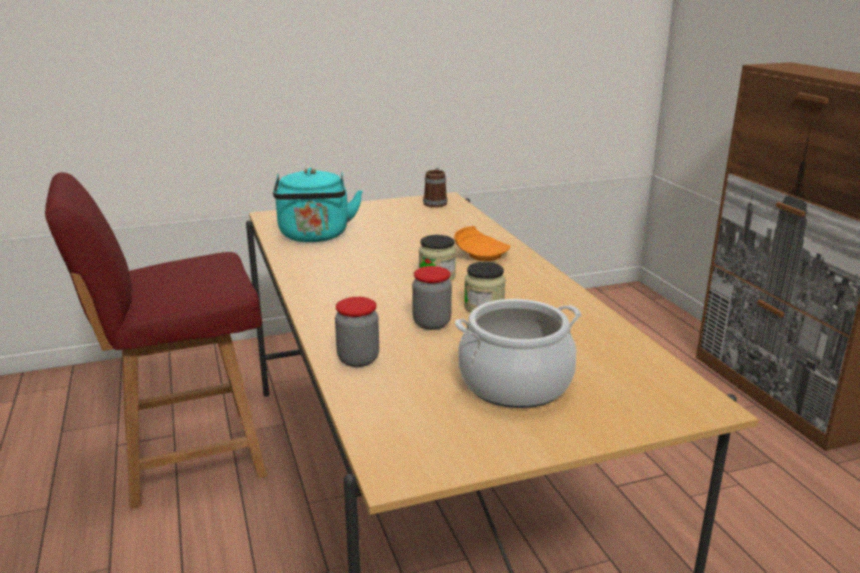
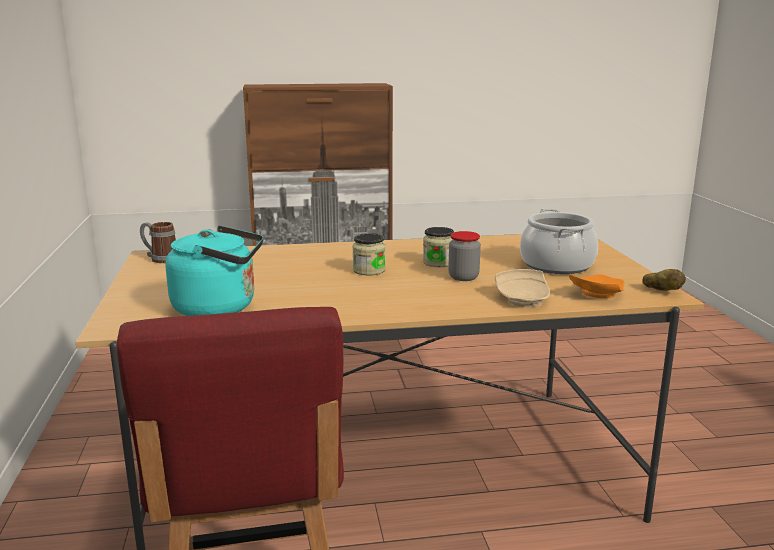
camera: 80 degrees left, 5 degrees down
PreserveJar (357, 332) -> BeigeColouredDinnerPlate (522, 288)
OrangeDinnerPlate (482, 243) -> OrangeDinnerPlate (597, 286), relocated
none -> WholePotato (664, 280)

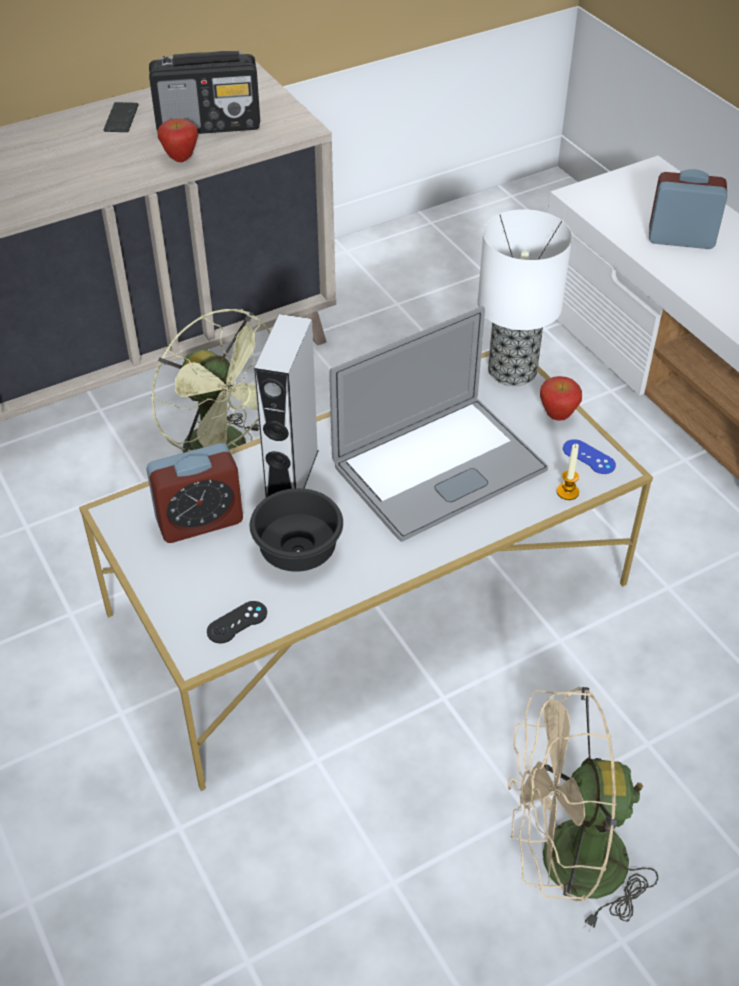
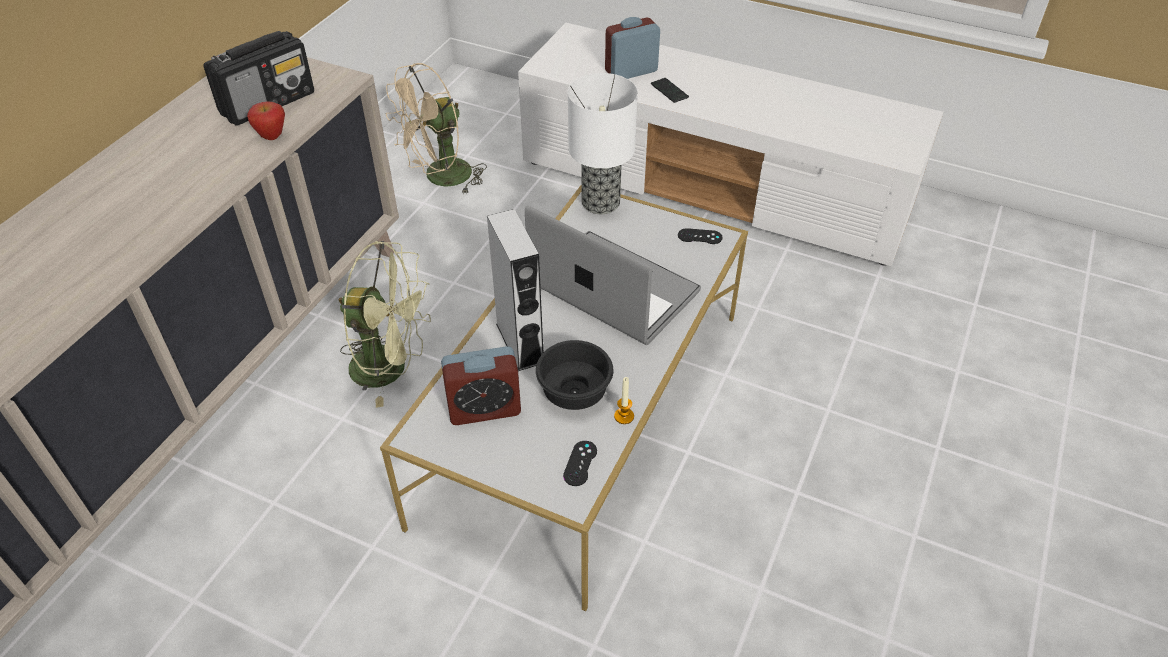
camera: 35 degrees left, 0 degrees up
BeigeColouredCoolingFan (583, 809) -> BeigeColouredCoolingFan (436, 129), relocated
BedsideClock (194, 493) -> BedsideClock (481, 385), 45 degrees clockwise
NotebookComputer (438, 424) -> NotebookComputer (613, 275), 75 degrees counterclockwise
WaxCandle (568, 472) -> WaxCandle (624, 400), relocated
Handset (121, 117) -> Handset (670, 90), relocated
BluishJoypad (589, 456) -> BlackJoypad (700, 236)
WholeApple (561, 398) -> none

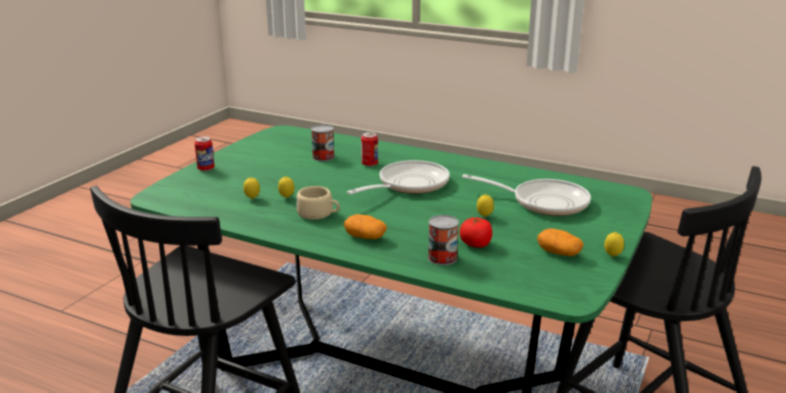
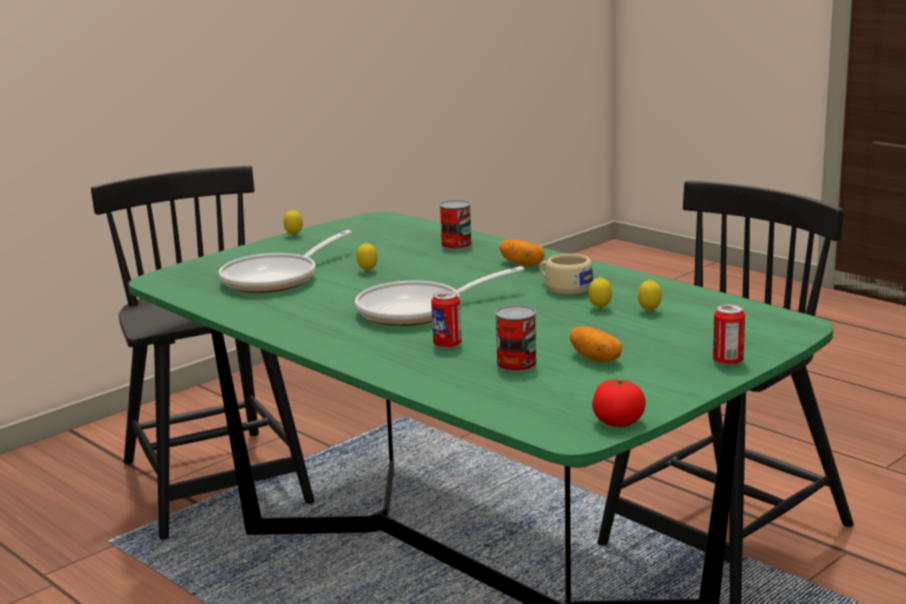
camera: 160 degrees left, 5 degrees down
Skillet (526, 195) -> Skillet (285, 261), 90 degrees counterclockwise
WholePotato (560, 242) -> WholePotato (596, 344), relocated
Tomato (476, 232) -> Tomato (619, 403), relocated

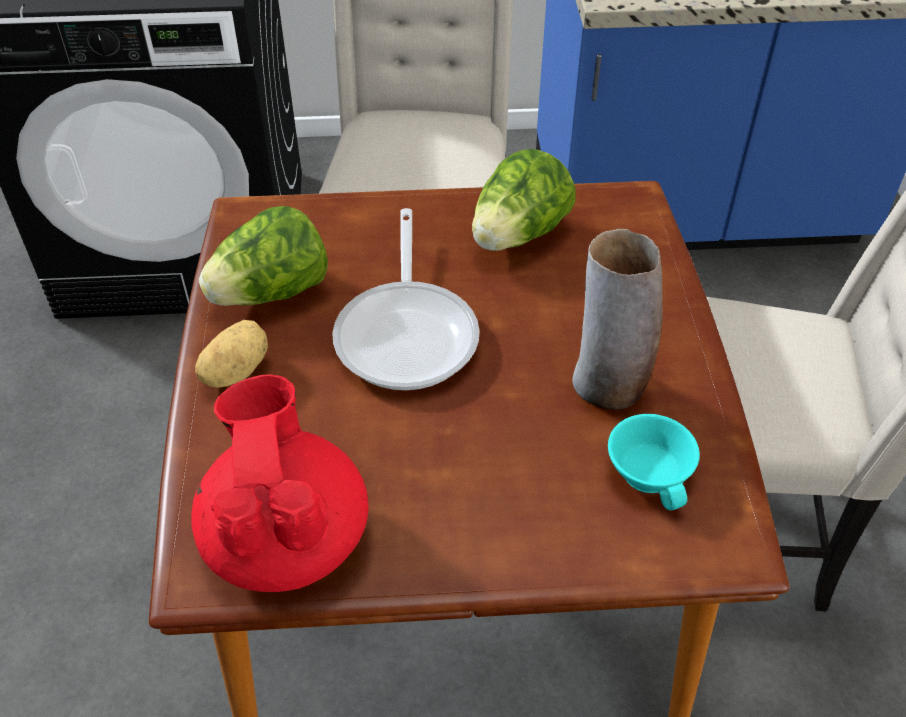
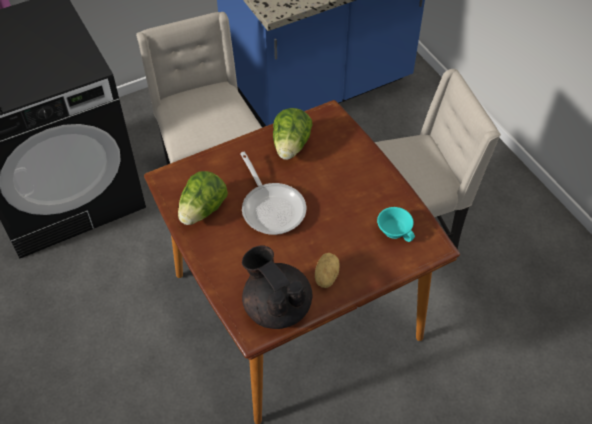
camera: 25 degrees left, 5 degrees up
RedColouredTeapot (280, 483) -> BlackTeapot (277, 287)
WholePotato (231, 354) -> WholePotato (327, 270), relocated
Vase (617, 319) -> none

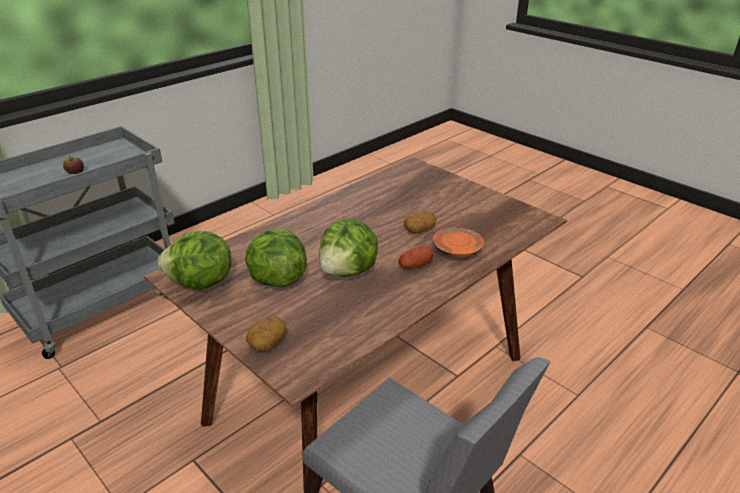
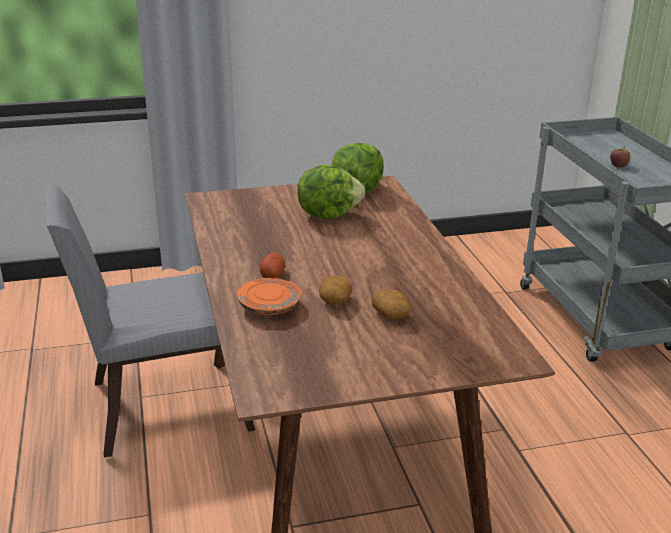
camera: 120 degrees right, 5 degrees down
WholePotato (266, 333) -> WholePotato (391, 304), relocated
Lettuce (348, 248) -> none

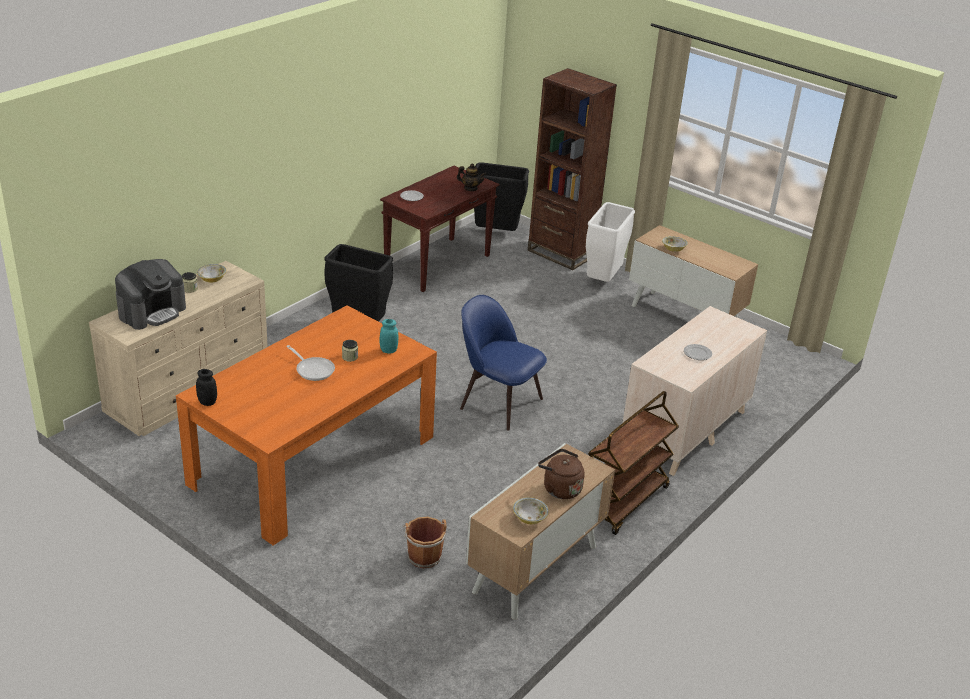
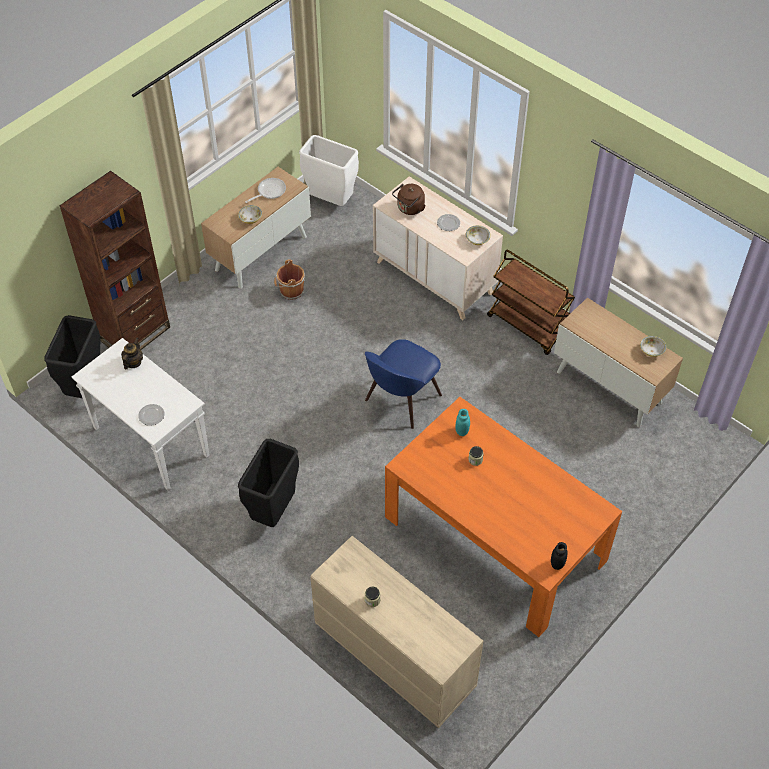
camera: 85 degrees left, 20 degrees up
BrownishConsoleTable (439, 229) -> WhitishConsoleTable (140, 414)
Skillet (310, 363) -> Skillet (265, 190), relocated
BrownishBucket (425, 543) -> BrownishBucket (289, 279), relocated
WhitishRubbishBin (610, 242) -> WhitishRubbishBin (329, 170), relocated
BrownishTeaKettle (561, 474) -> BrownishTeaKettle (409, 199), relocated
Bowl (212, 273) -> Bowl (478, 235), relocated
CoffeeMaker (150, 294) -> none

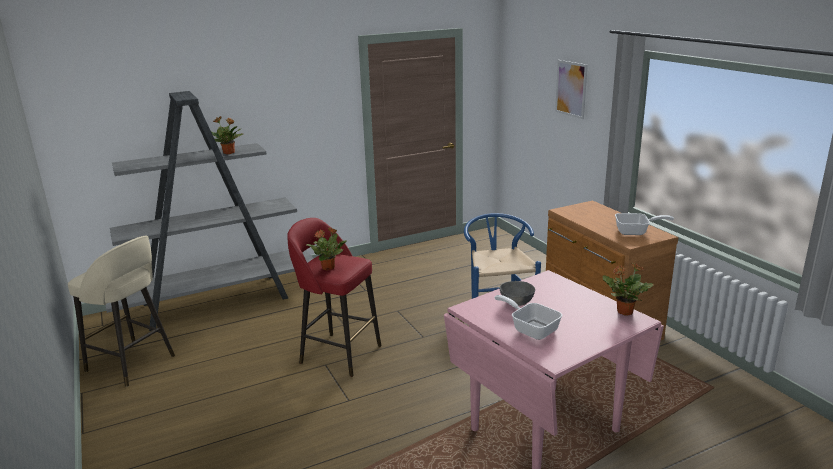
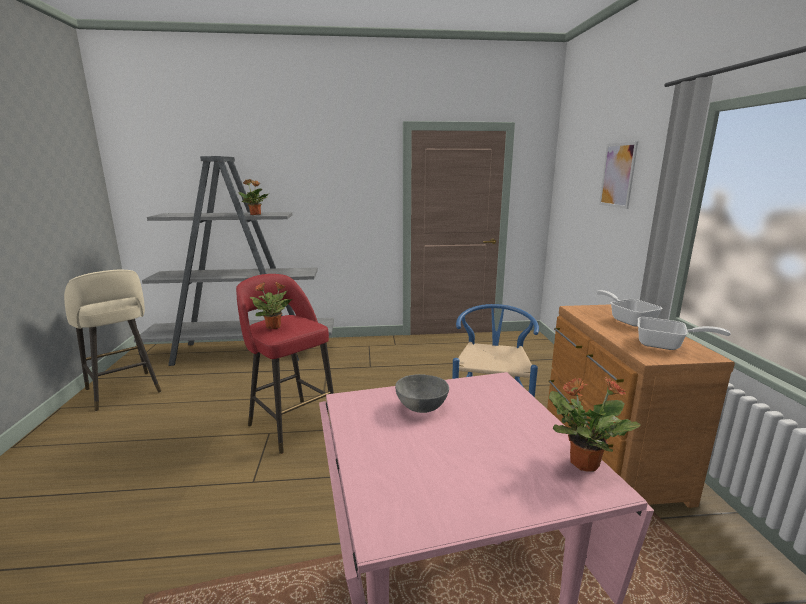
camera: 20 degrees right, 5 degrees down
Skillet (528, 317) -> Skillet (629, 308), relocated

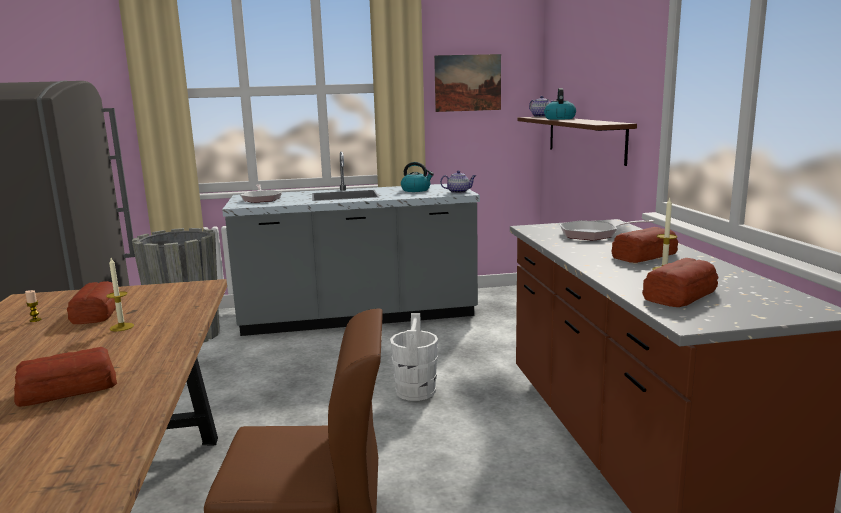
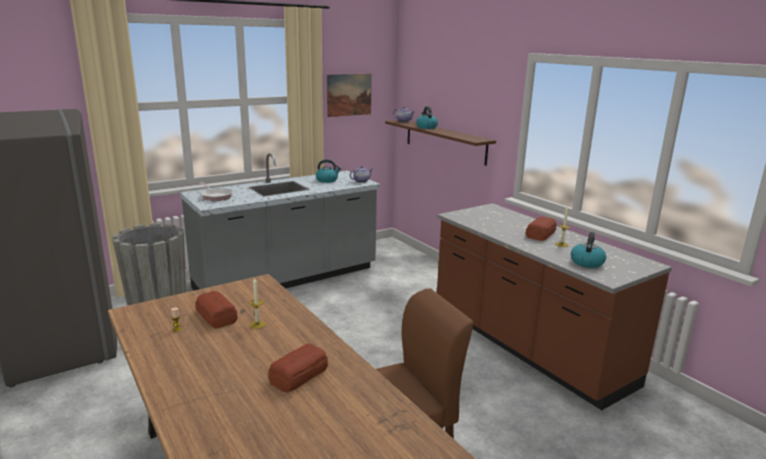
camera: 25 degrees left, 5 degrees up
BakeryBread (680, 282) -> TeaKettle (588, 250)
WhitishBucket (414, 357) -> none
Skillet (607, 230) -> none

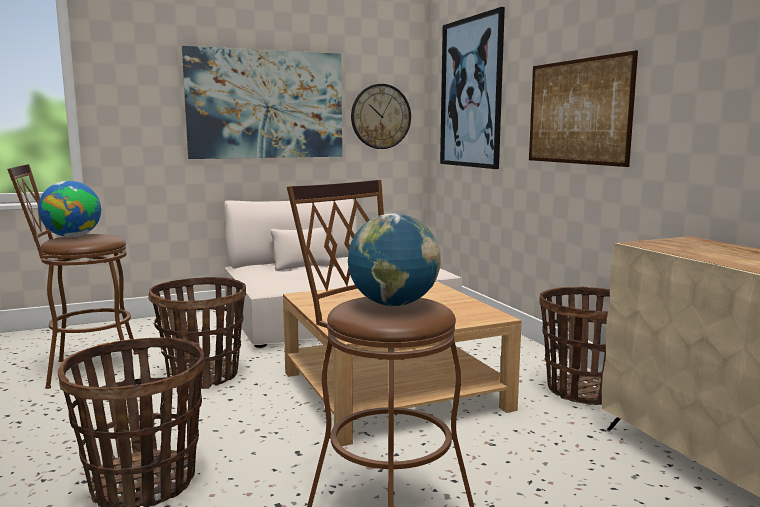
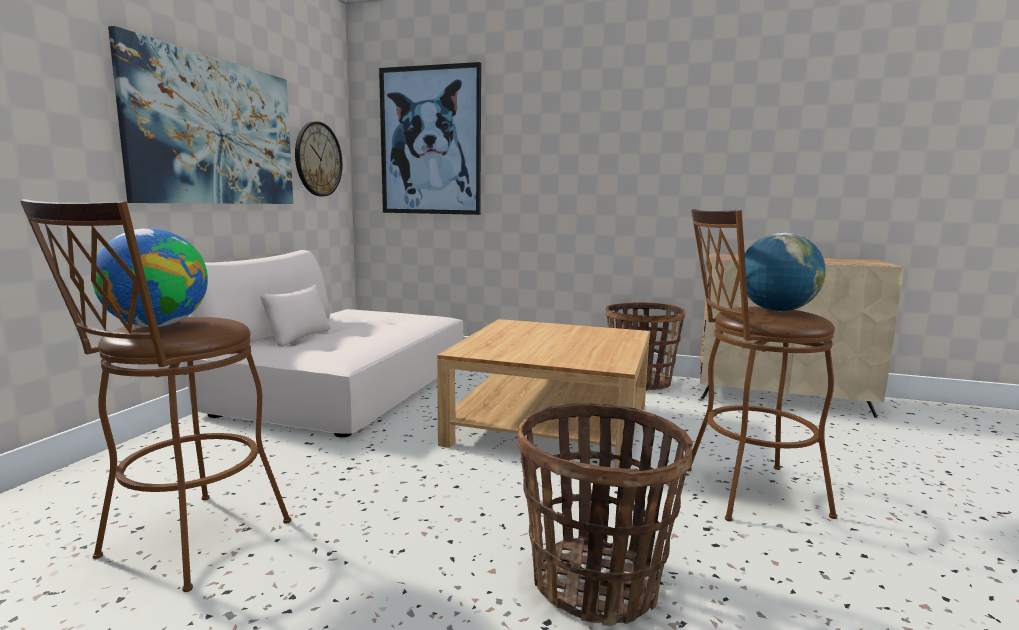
camera: 50 degrees left, 0 degrees up
Basket (197, 333) -> none
Picture (583, 108) -> none

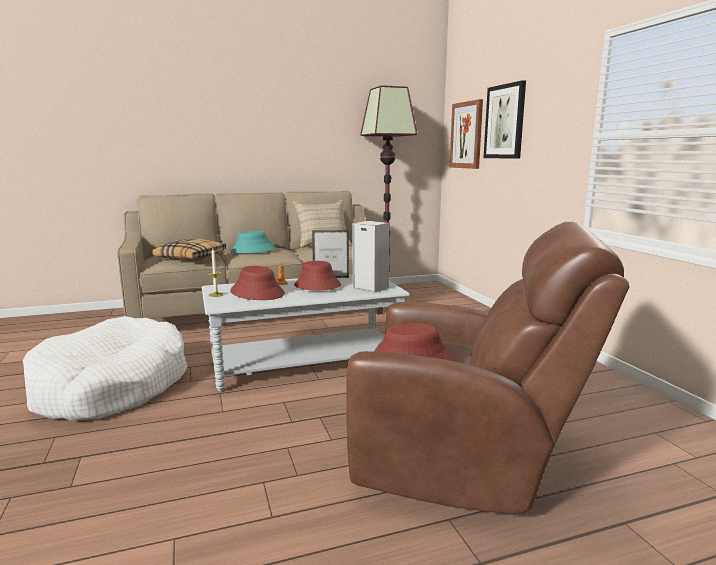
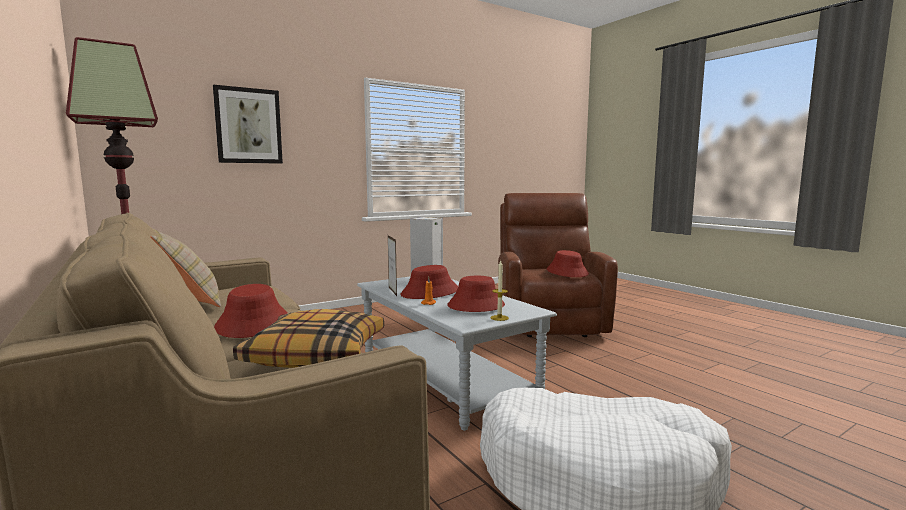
camera: 105 degrees left, 5 degrees down
TurquoiseWearableHat (253, 242) -> RedColouredWearableHat (250, 311)
Picture (466, 134) -> none

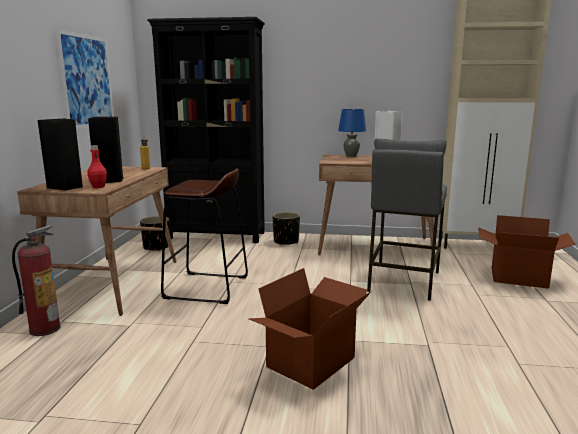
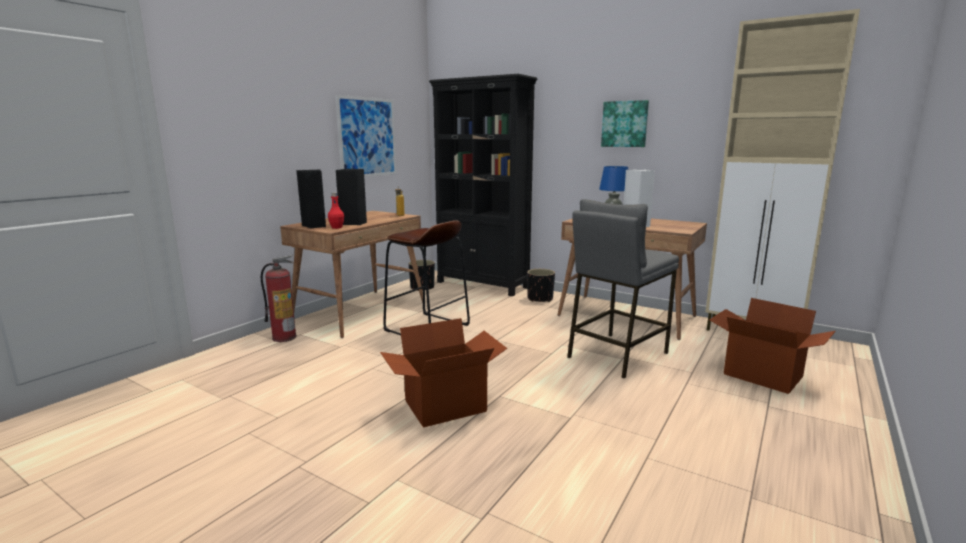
camera: 25 degrees right, 0 degrees up
none -> Picture (625, 123)

